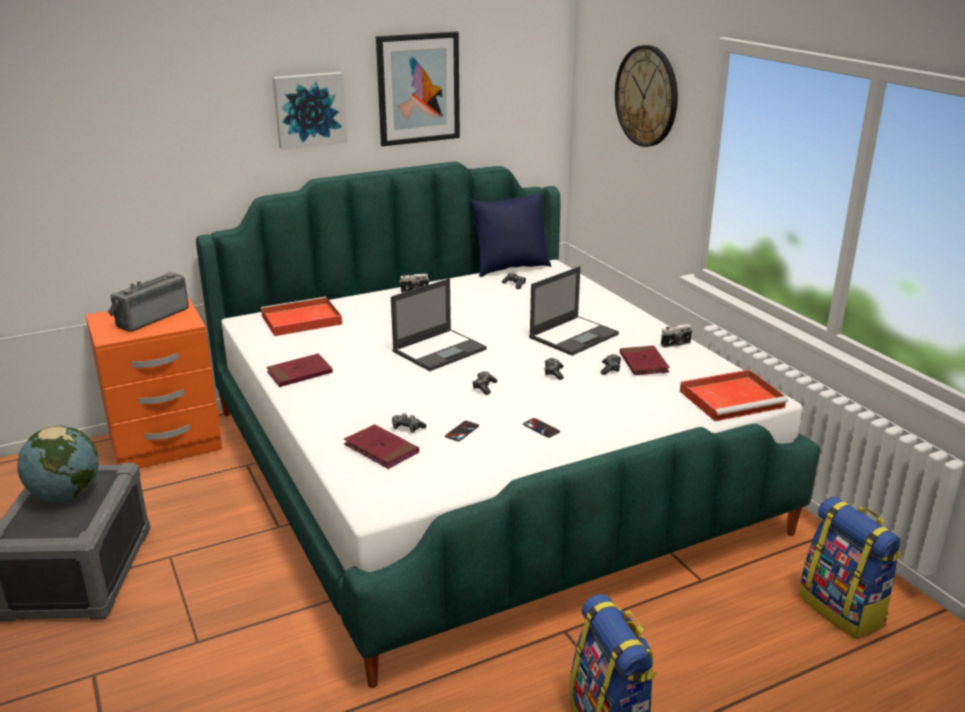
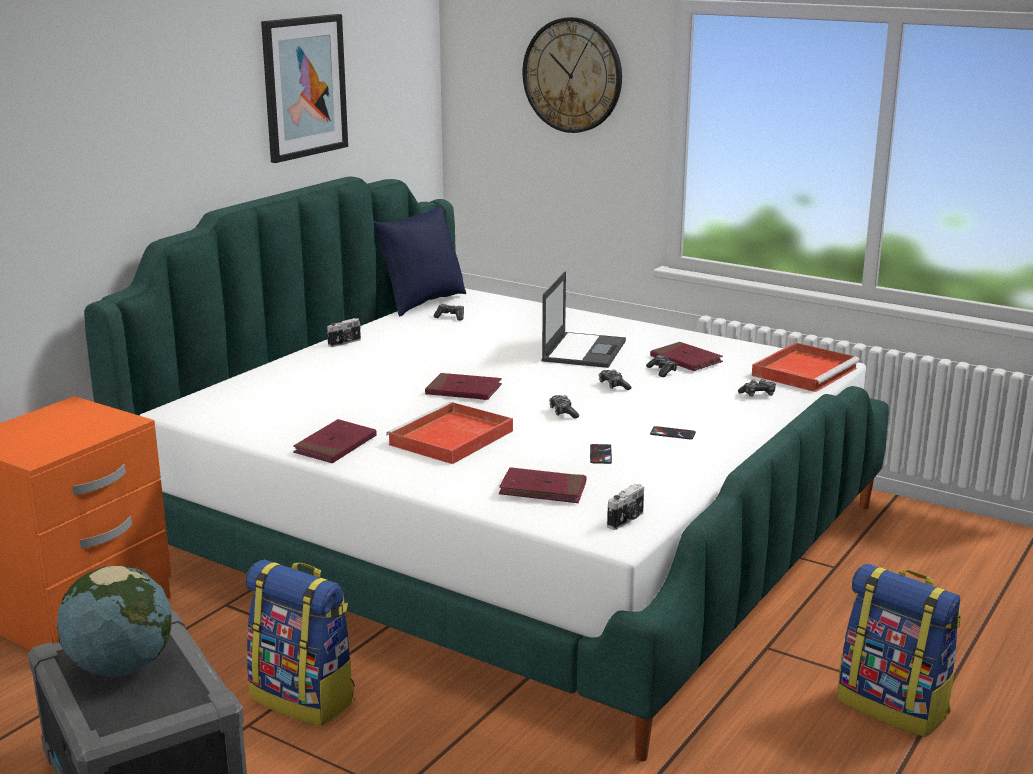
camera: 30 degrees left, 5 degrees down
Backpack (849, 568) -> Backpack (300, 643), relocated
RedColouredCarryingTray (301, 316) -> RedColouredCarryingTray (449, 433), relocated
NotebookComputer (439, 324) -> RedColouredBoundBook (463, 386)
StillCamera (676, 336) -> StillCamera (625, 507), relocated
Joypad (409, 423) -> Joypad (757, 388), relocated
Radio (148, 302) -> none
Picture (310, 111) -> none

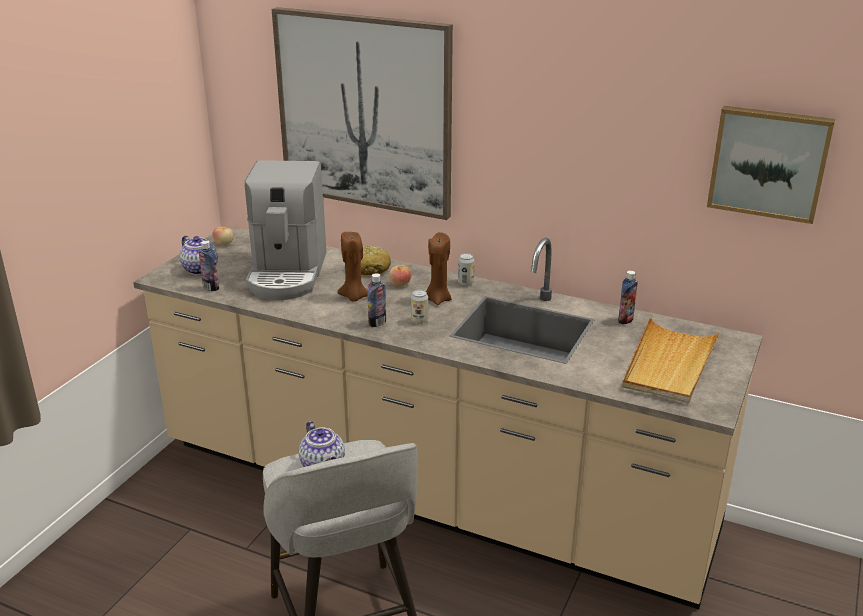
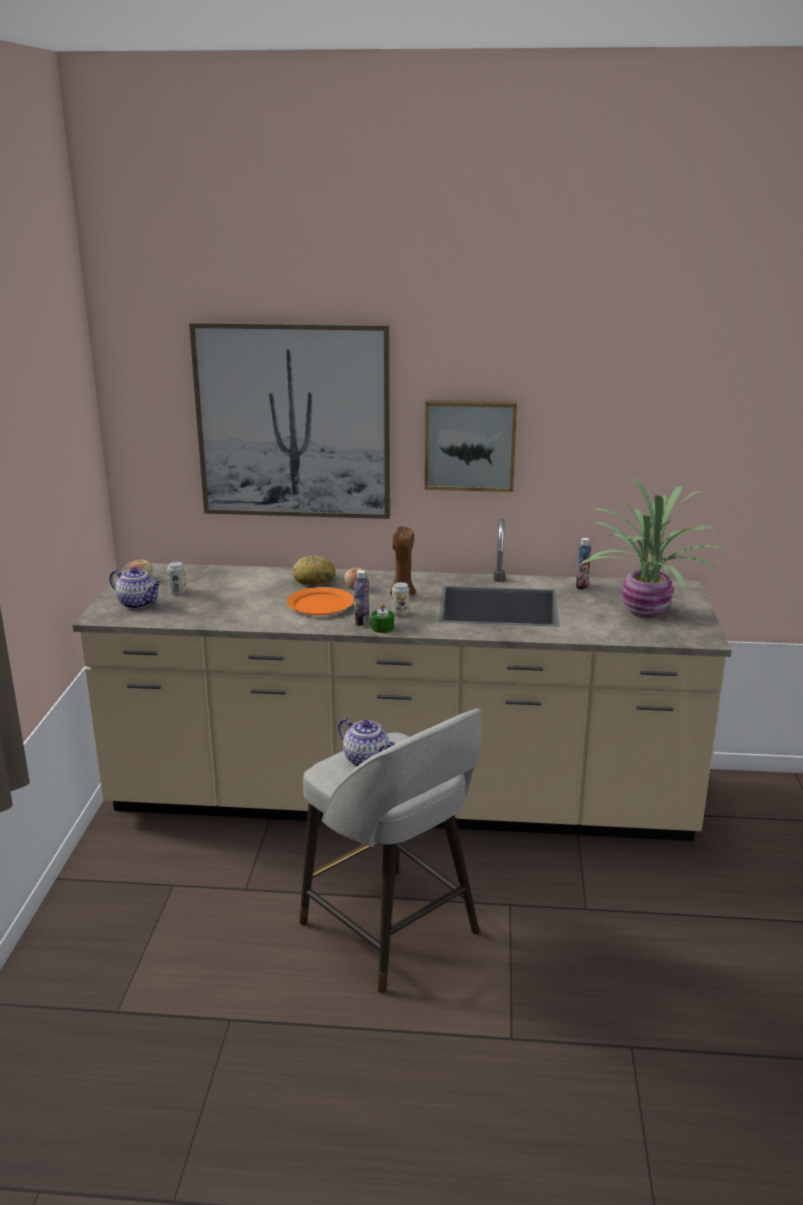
camera: 20 degrees left, 5 degrees down
MetalCan (466, 269) -> MetalCan (176, 578), relocated
BrownishWaxCandle (352, 267) -> OrangeDinnerPlate (320, 601)
none -> GreenishWaxCandle (382, 618)
Picture (771, 165) -> Picture (471, 446), relocated
BeigeColouredCarryingTray (672, 360) -> Houseplant (652, 548)
Bottle (209, 266) -> none
CoffeeMaker (286, 230) -> none

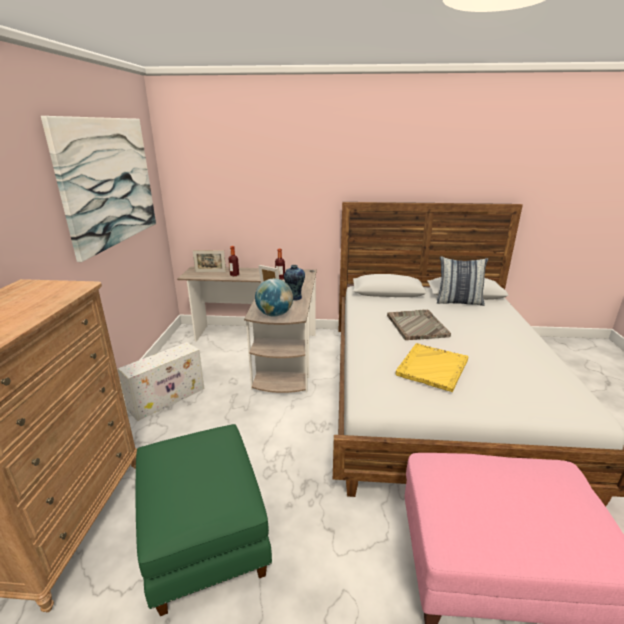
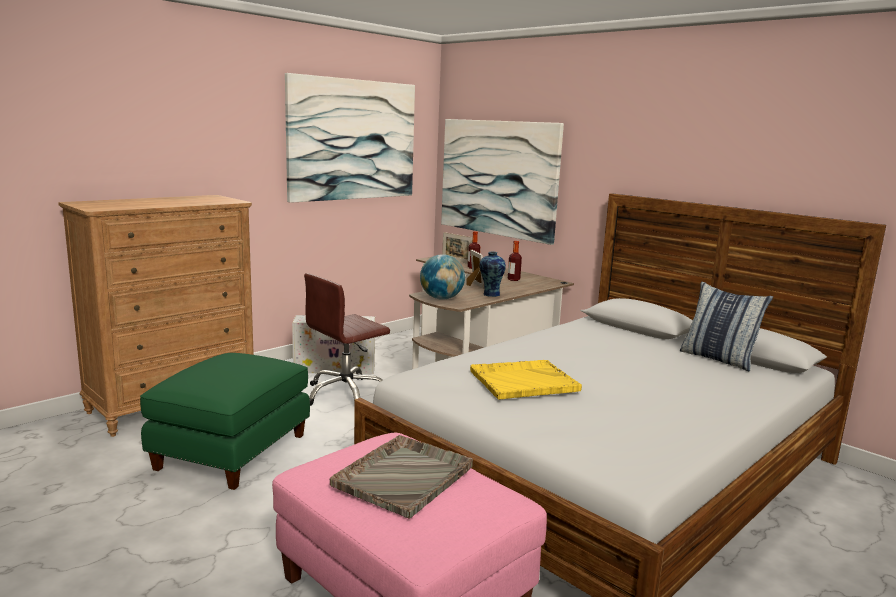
camera: 40 degrees right, 10 degrees down
none -> BrownishDeskChair (347, 339)
GrayCarryingTray (419, 325) -> GrayCarryingTray (401, 477), relocated
none -> Picture (502, 182)

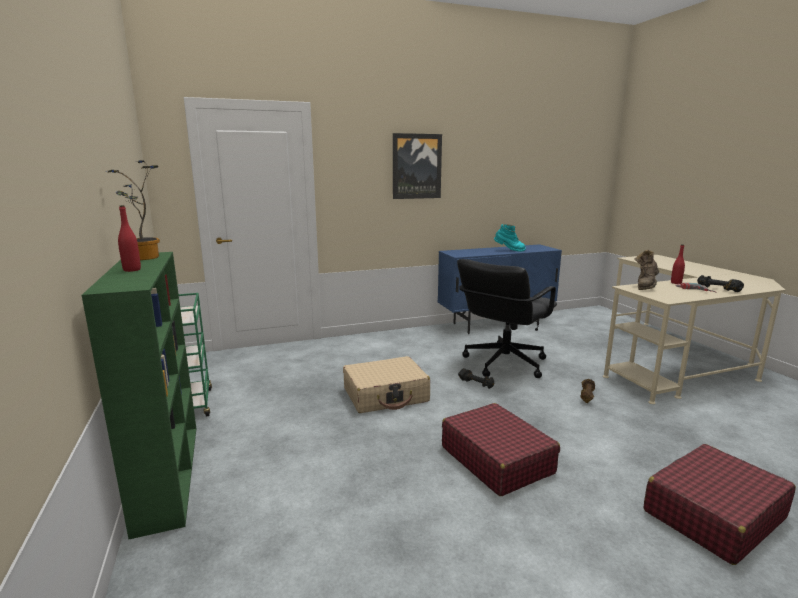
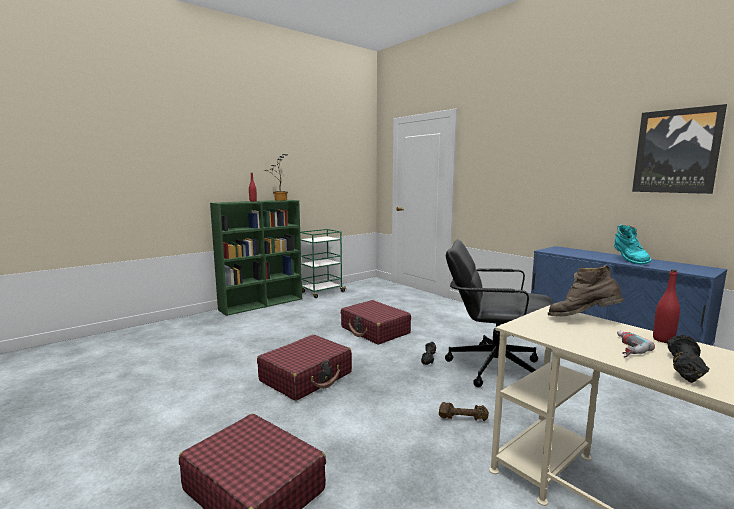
camera: 70 degrees right, 5 degrees down
BeigeColouredTravelCase (386, 384) -> RedColouredTravelCase (376, 322)
Picture (417, 166) -> Picture (679, 149), relocated

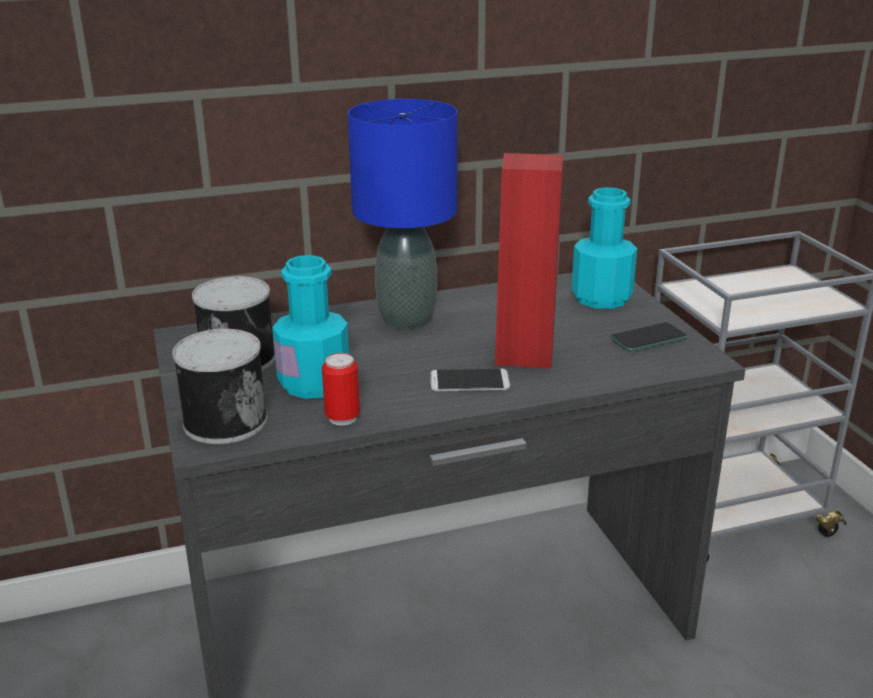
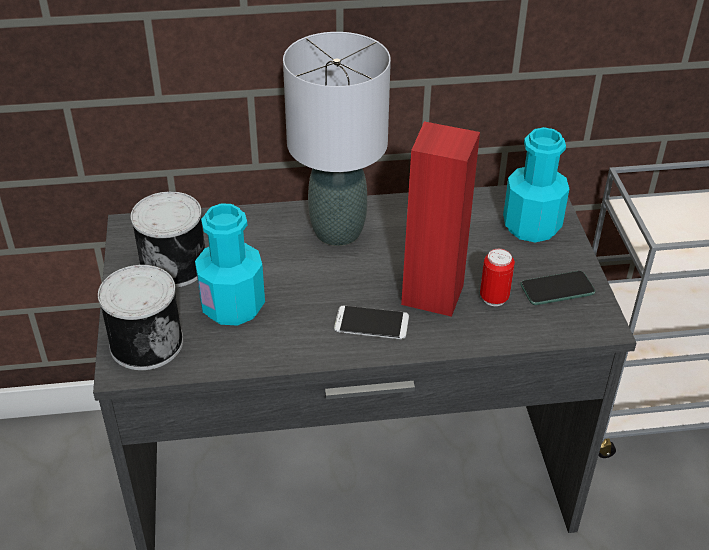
camera: 10 degrees right, 15 degrees up
BluishLampForATable (403, 214) -> GrayLampForATable (337, 139)
MetalCan (341, 389) -> MetalCan (497, 277), relocated

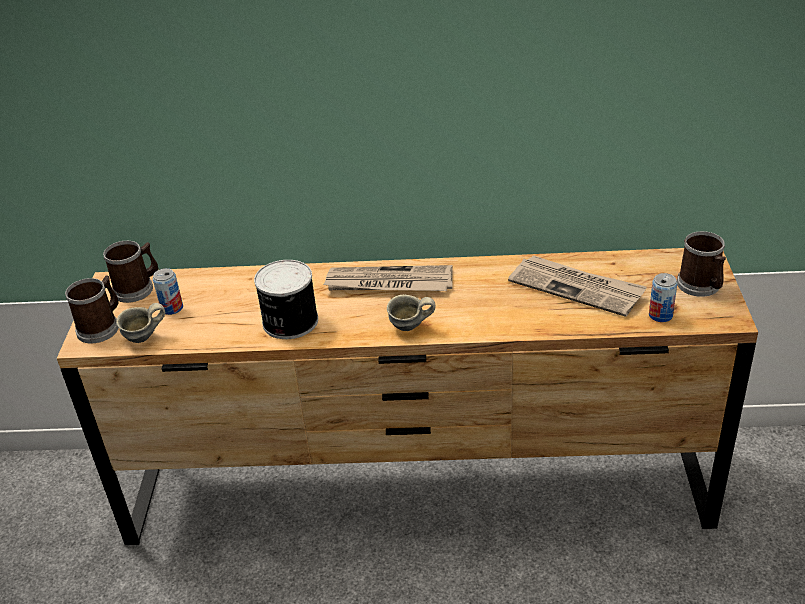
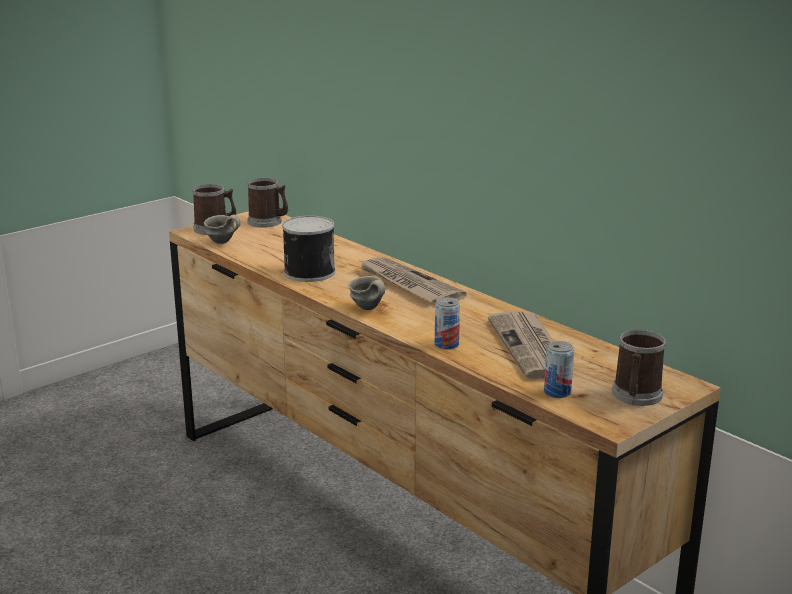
camera: 45 degrees right, 15 degrees down
MetalCan (168, 291) -> MetalCan (447, 323), relocated

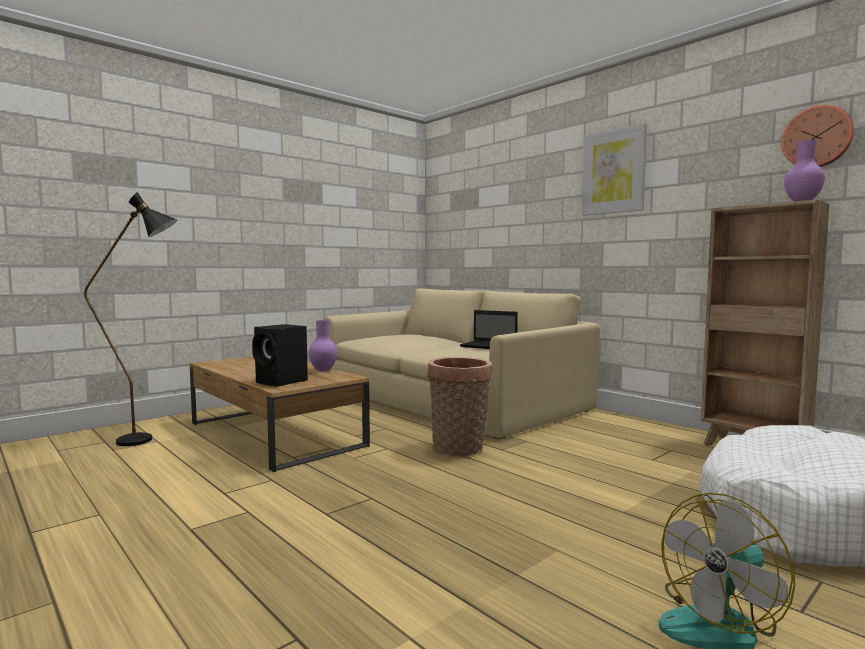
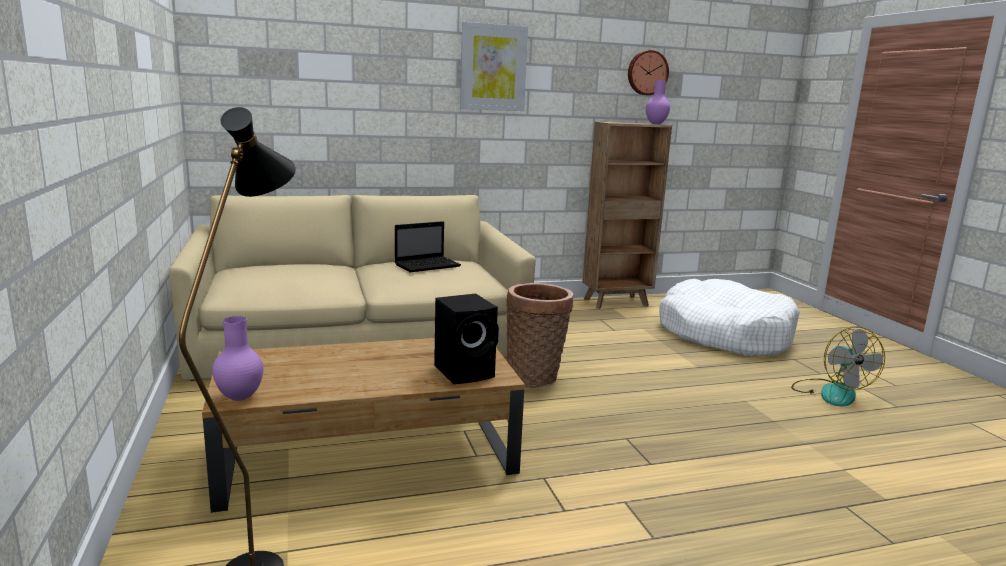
camera: 65 degrees left, 10 degrees up
PurpleColouredVase (323, 345) -> PurpleColouredVase (237, 358), relocated

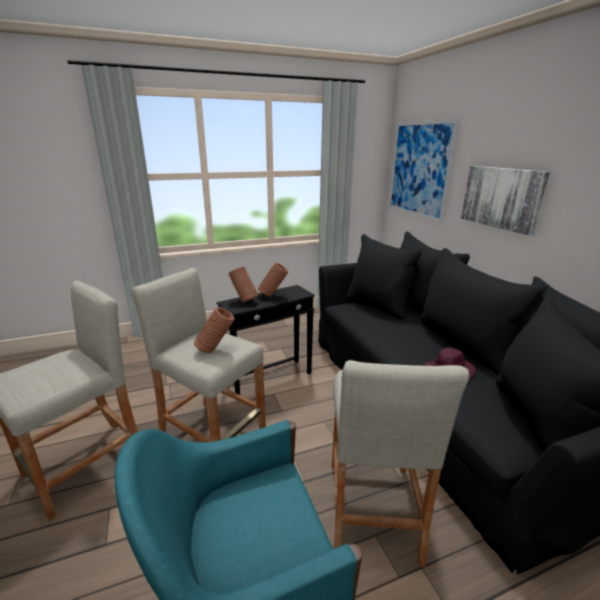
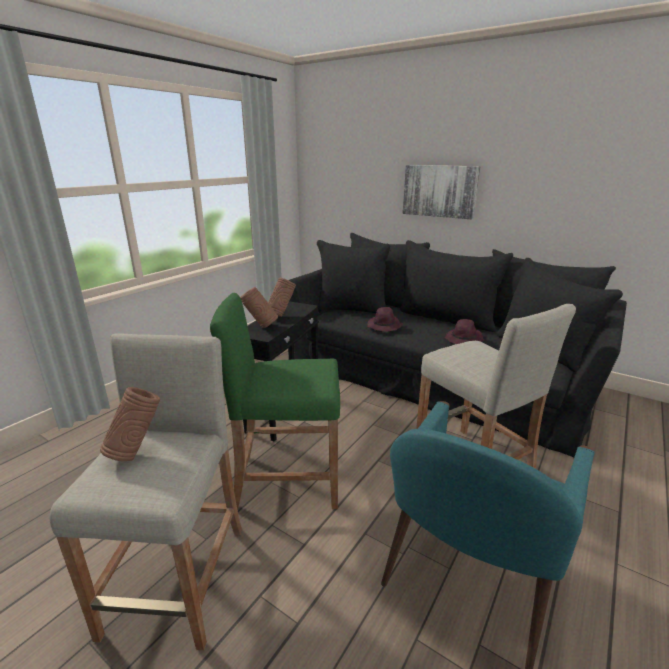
camera: 35 degrees left, 0 degrees up
BrownishVase (214, 330) -> BrownishVase (130, 424), relocated
BeigeColouredSittingStool (198, 355) -> GreenishSittingStool (275, 401)
none -> PurpleColouredWearableHat (385, 319)
Picture (424, 170) -> none

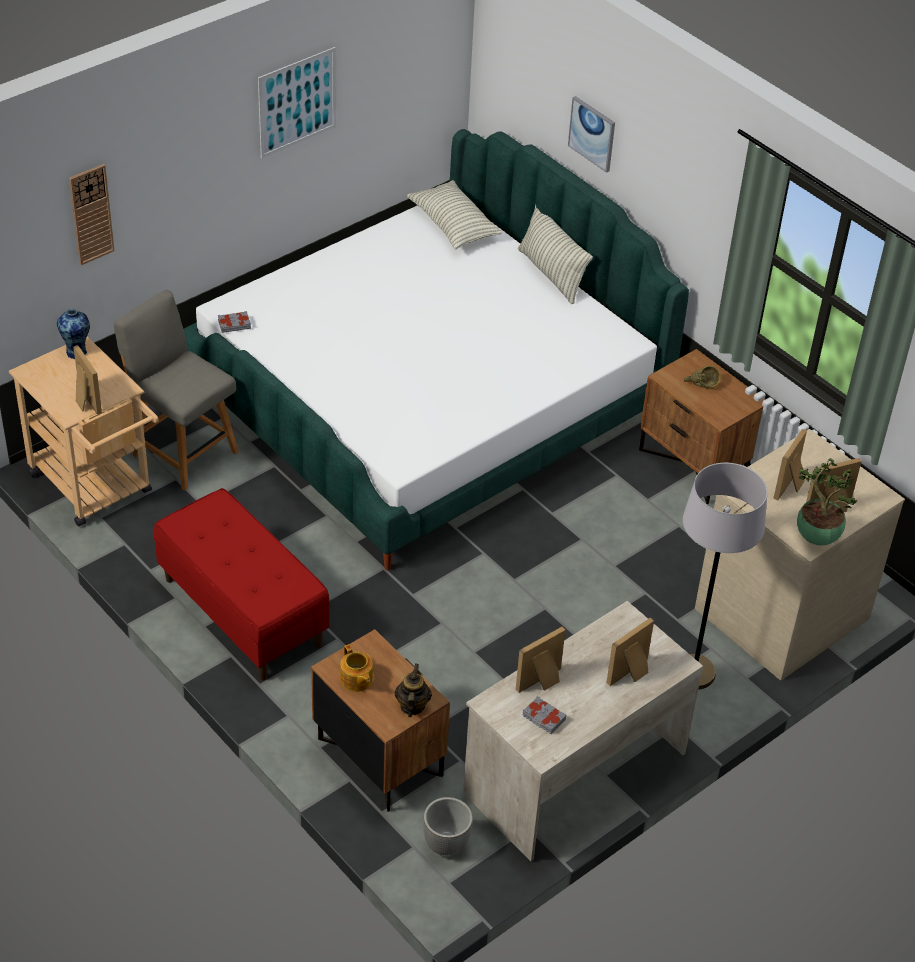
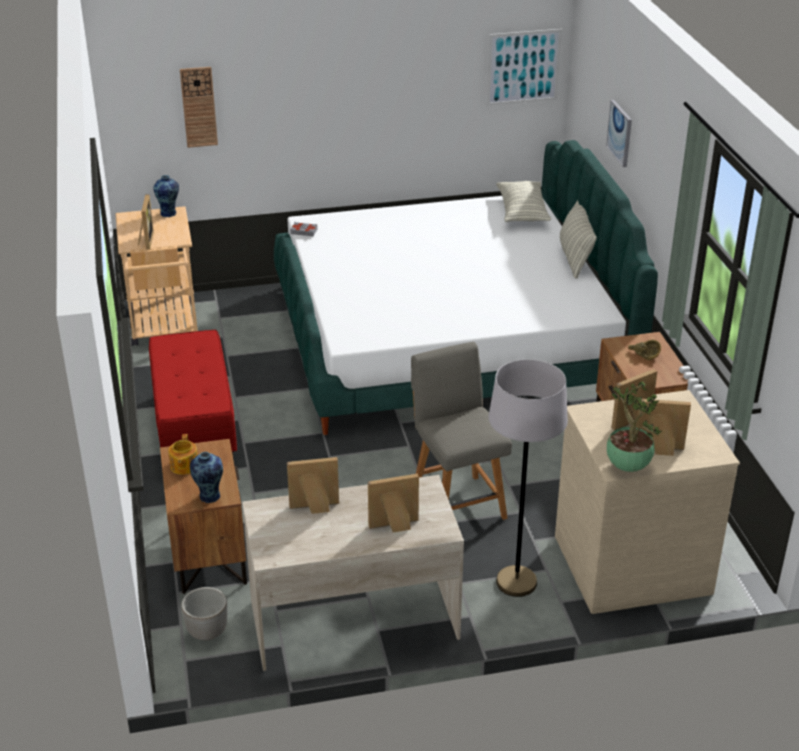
camera: 30 degrees right, 10 degrees down
Teapot (413, 690) -> Vase (206, 477)
GrayUprightChair (176, 390) -> GrayUprightChair (461, 431), relocated
Picture (297, 102) -> Picture (524, 67), relocated
GrayBoundBook (544, 715) -> none

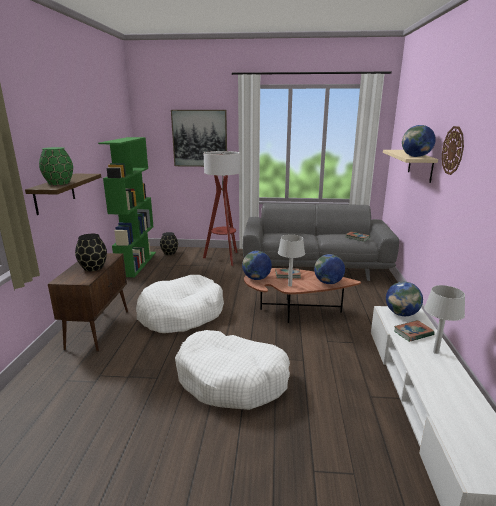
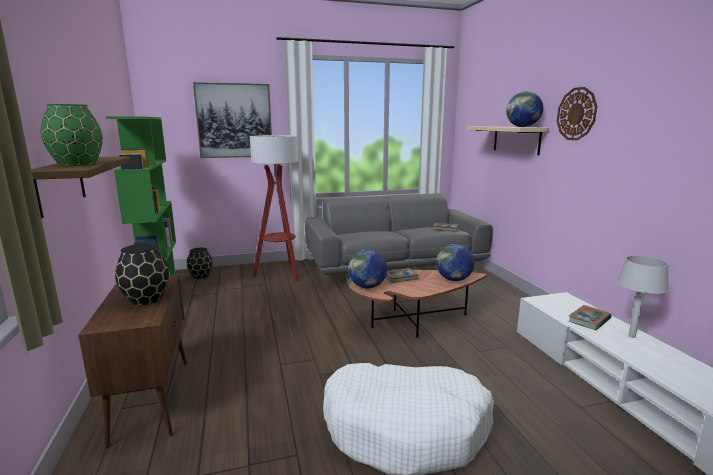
camera: 20 degrees left, 5 degrees down
WhitishDogCushion (180, 304) -> none
GrayLampForATable (291, 260) -> none
DeskGlobe (404, 299) -> none

